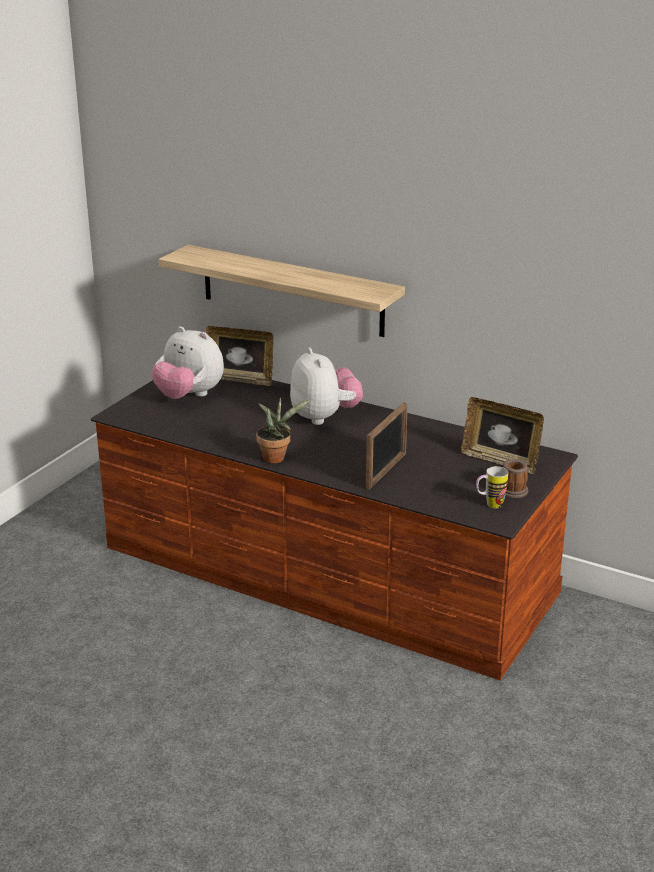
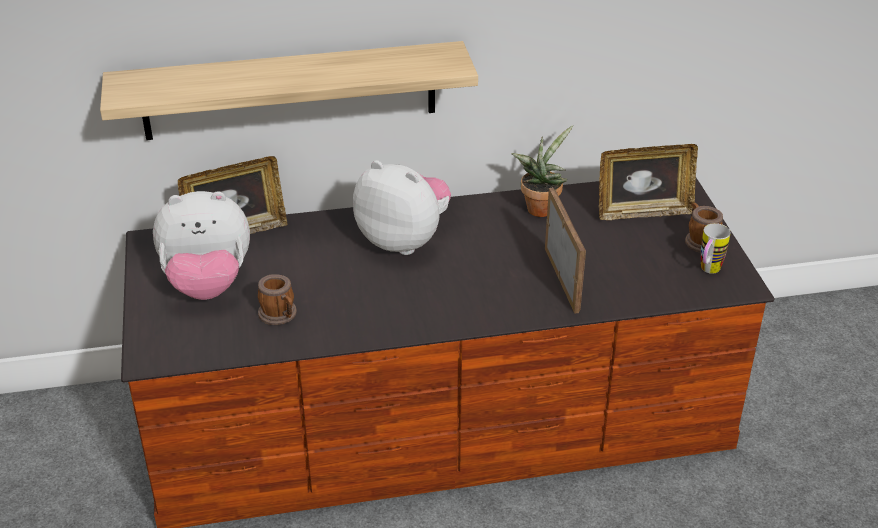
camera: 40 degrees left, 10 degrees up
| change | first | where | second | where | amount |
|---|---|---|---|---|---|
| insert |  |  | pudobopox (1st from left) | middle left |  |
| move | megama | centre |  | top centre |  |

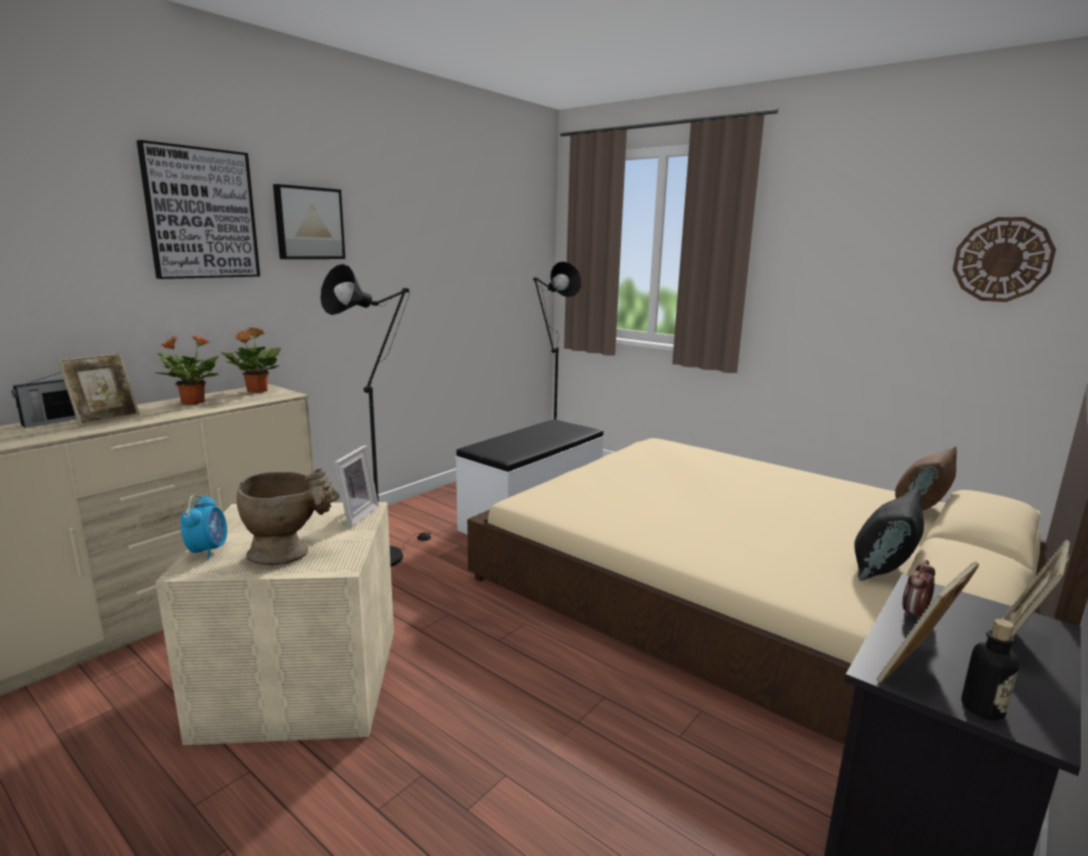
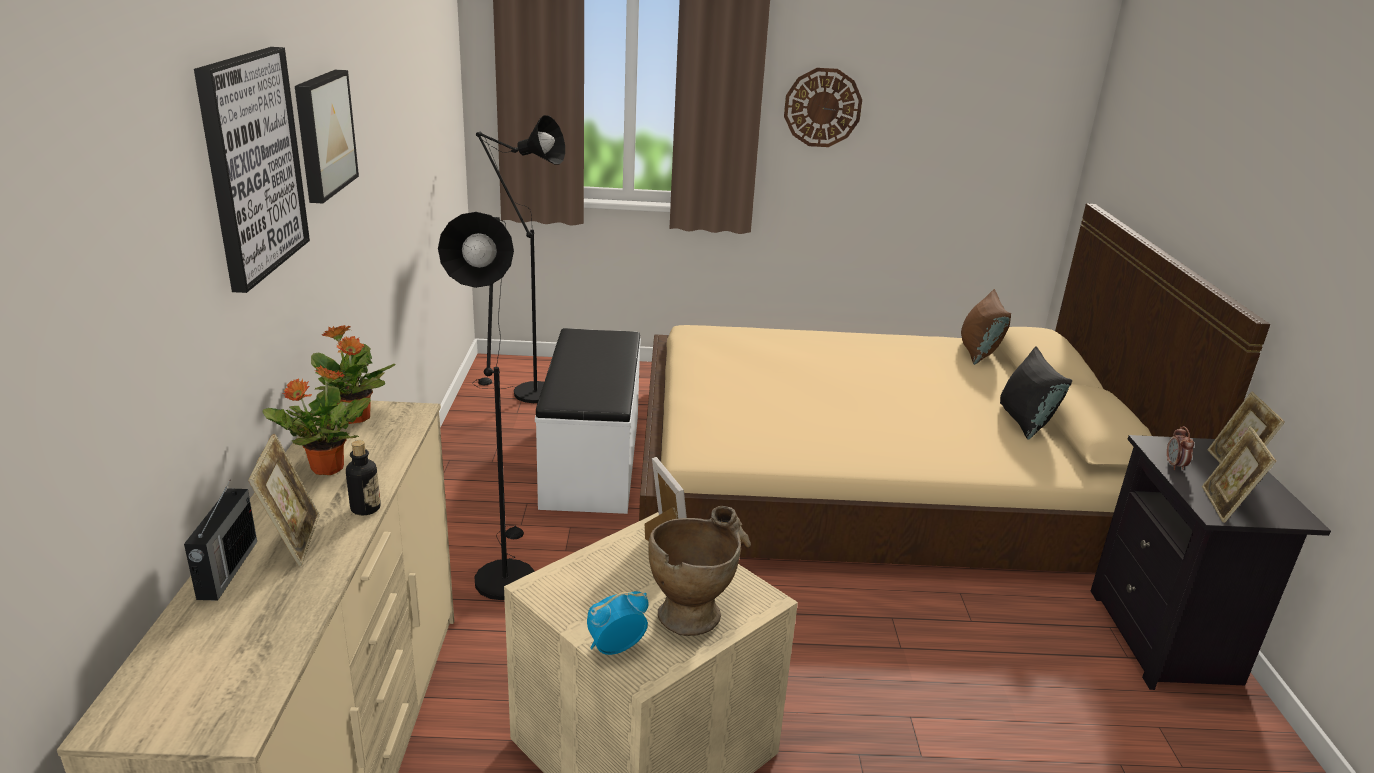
camera: 40 degrees left, 10 degrees up
| change | first | where | second | where | amount |
|---|---|---|---|---|---|
| move | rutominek | bottom right |  | middle left |  |
| rotate | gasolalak (1st from left) | middle left |  | bottom centre | 75 degrees counterclockwise |
| move | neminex | top right |  | top centre |  |

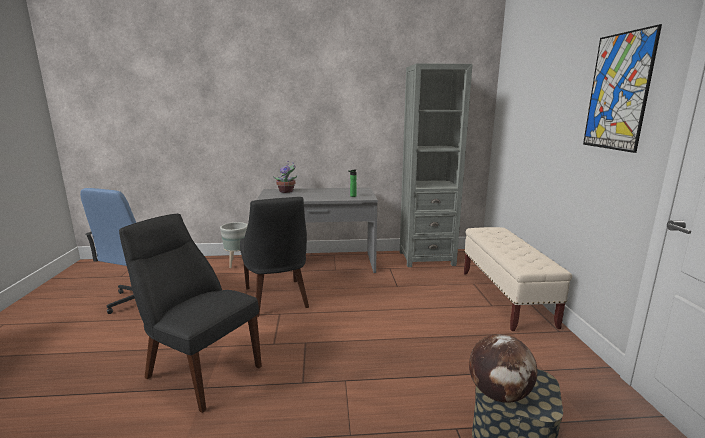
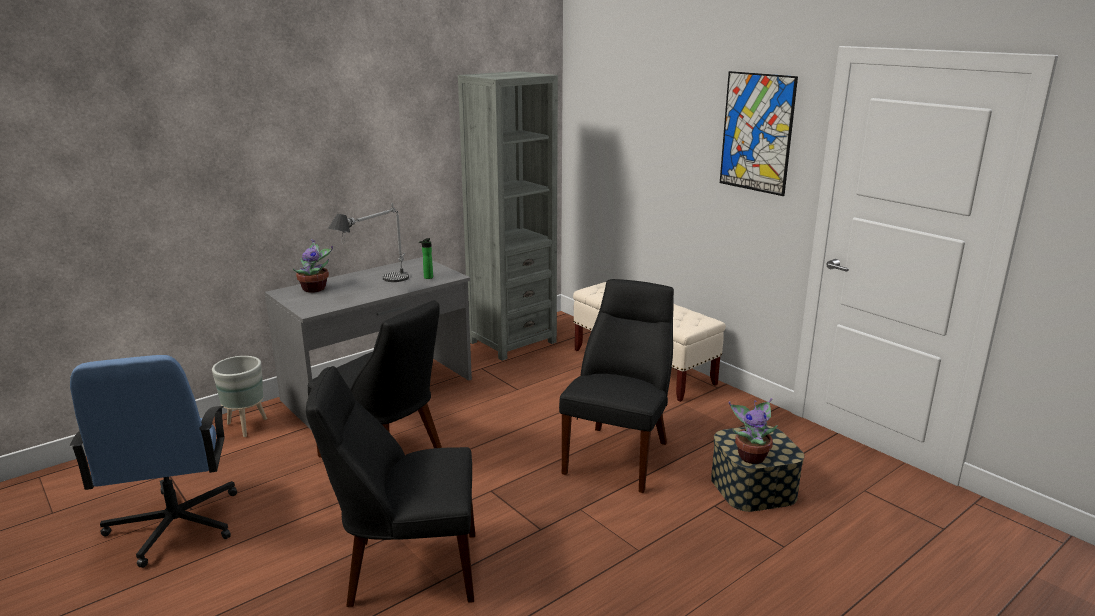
camera: 35 degrees left, 5 degrees up
| change | first | where | second | where | amount |
|---|---|---|---|---|---|
| insert |  |  | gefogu | centre |  |
| insert |  |  | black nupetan (3rd from left) | centre |  |
| replace | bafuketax | bottom right | megama (2nd from left) | bottom right |  |

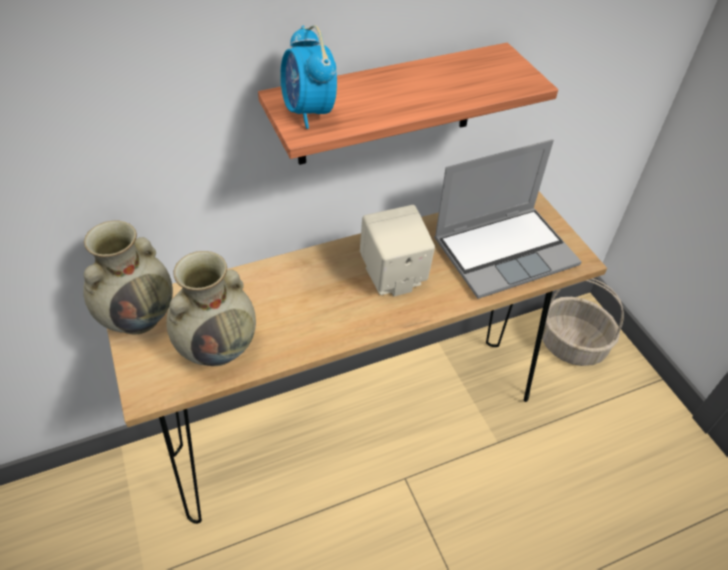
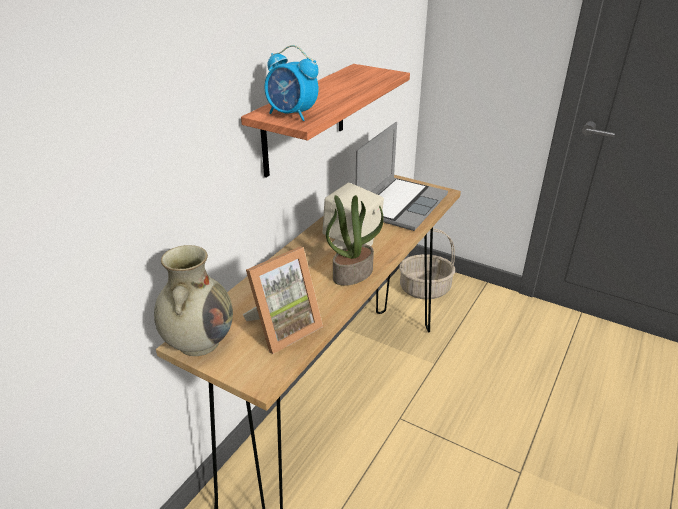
camera: 35 degrees left, 15 degrees down
| change | first | where | second | where | amount |
|---|---|---|---|---|---|
| replace | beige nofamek (2nd from left) | middle left | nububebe | centre |  |
| insert |  |  | megama | centre |  |

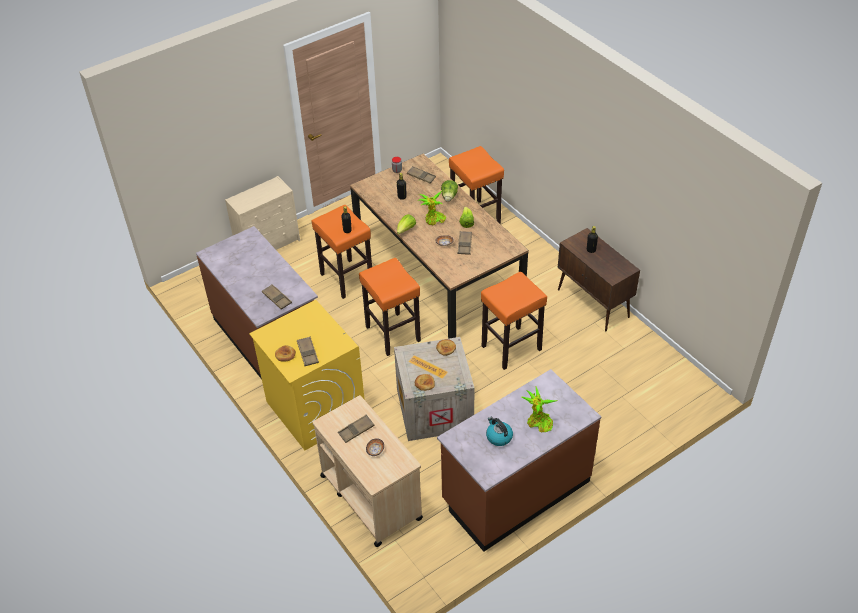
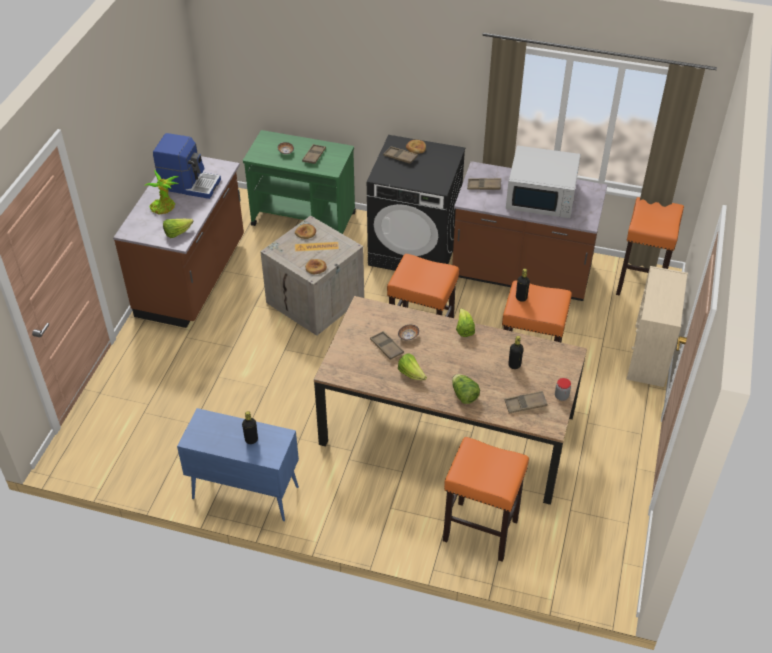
camera: 140 degrees right, 0 degrees up
| change | first | where | second | where | amount |
|---|---|---|---|---|---|
| replace | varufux | bottom centre | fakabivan | top left |  |
| insert |  |  | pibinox (1st from left) | middle left |  |
| recolor | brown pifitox | middle right | blue pifitox | bottom left |  |
| recolor | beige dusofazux | bottom centre | green dusofazux | top centre |  |
| recolor | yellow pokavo | centre | black pokavo | top centre |  |
| insert |  |  | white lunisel | top right |  |
| move | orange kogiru (4th from left) | centre |  | middle right |  |
| delete | megama (1st from left) | centre |  |  |  |

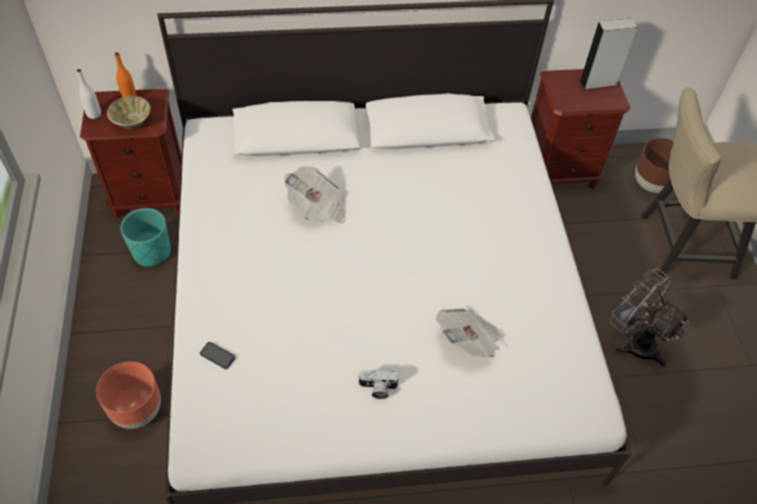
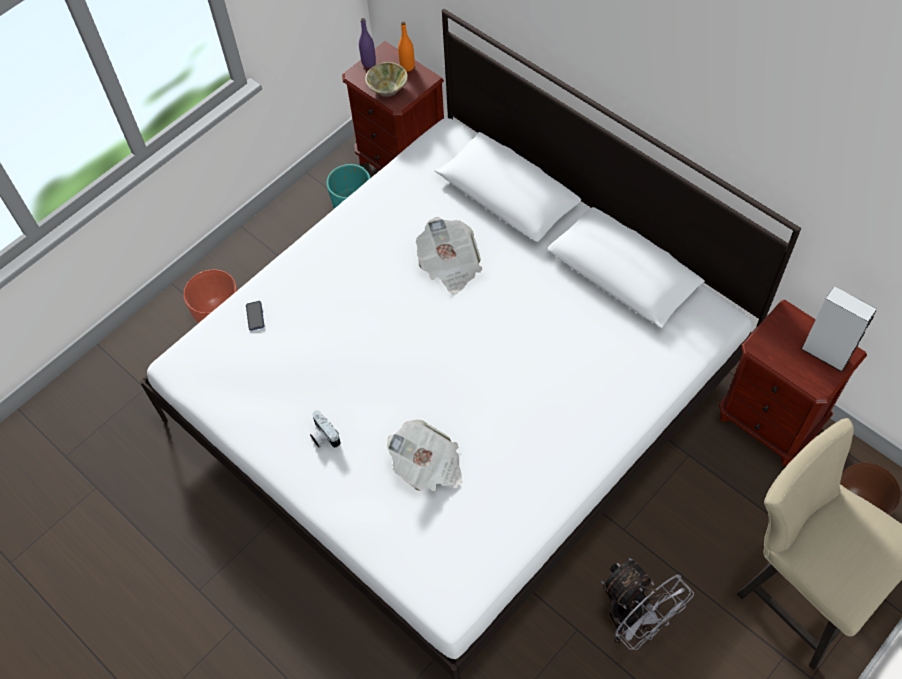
camera: 55 degrees right, 5 degrees up
| change | first | where | second | where | amount |
|---|---|---|---|---|---|
| recolor | white rutominek | top left | purple rutominek | top centre |  |
| rotate | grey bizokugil | middle right |  | bottom right | 135 degrees clockwise |

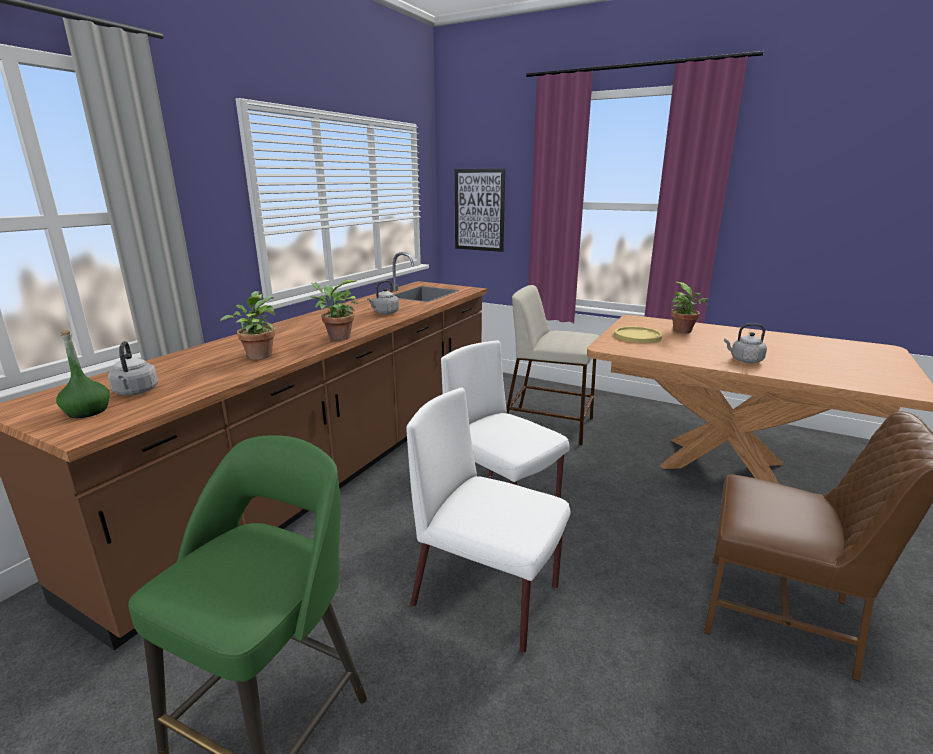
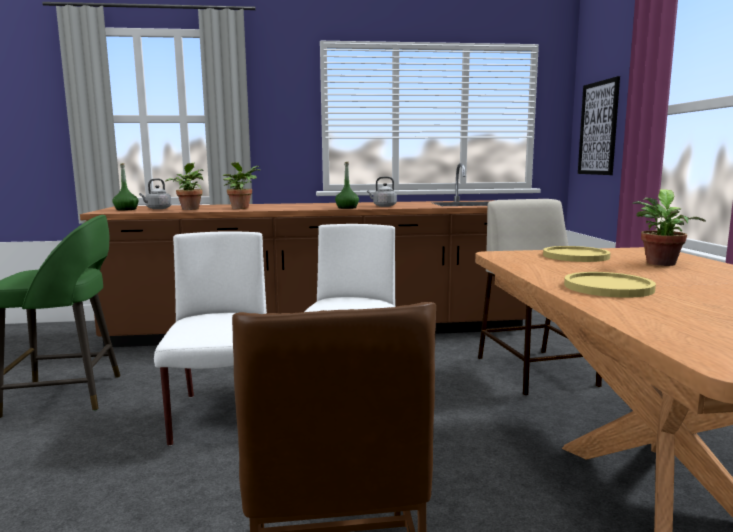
camera: 55 degrees right, 10 degrees down
| change | first | where | second | where | amount |
|---|---|---|---|---|---|
| move | megama (2nd from left in the first image) | centre | megama (1st from left) | middle left |  |
| insert |  |  | green rutominek (2nd from left) | centre |  |
| replace | grey varufux (3rd from left) | middle right | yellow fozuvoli (2nd from left) | middle right |  |

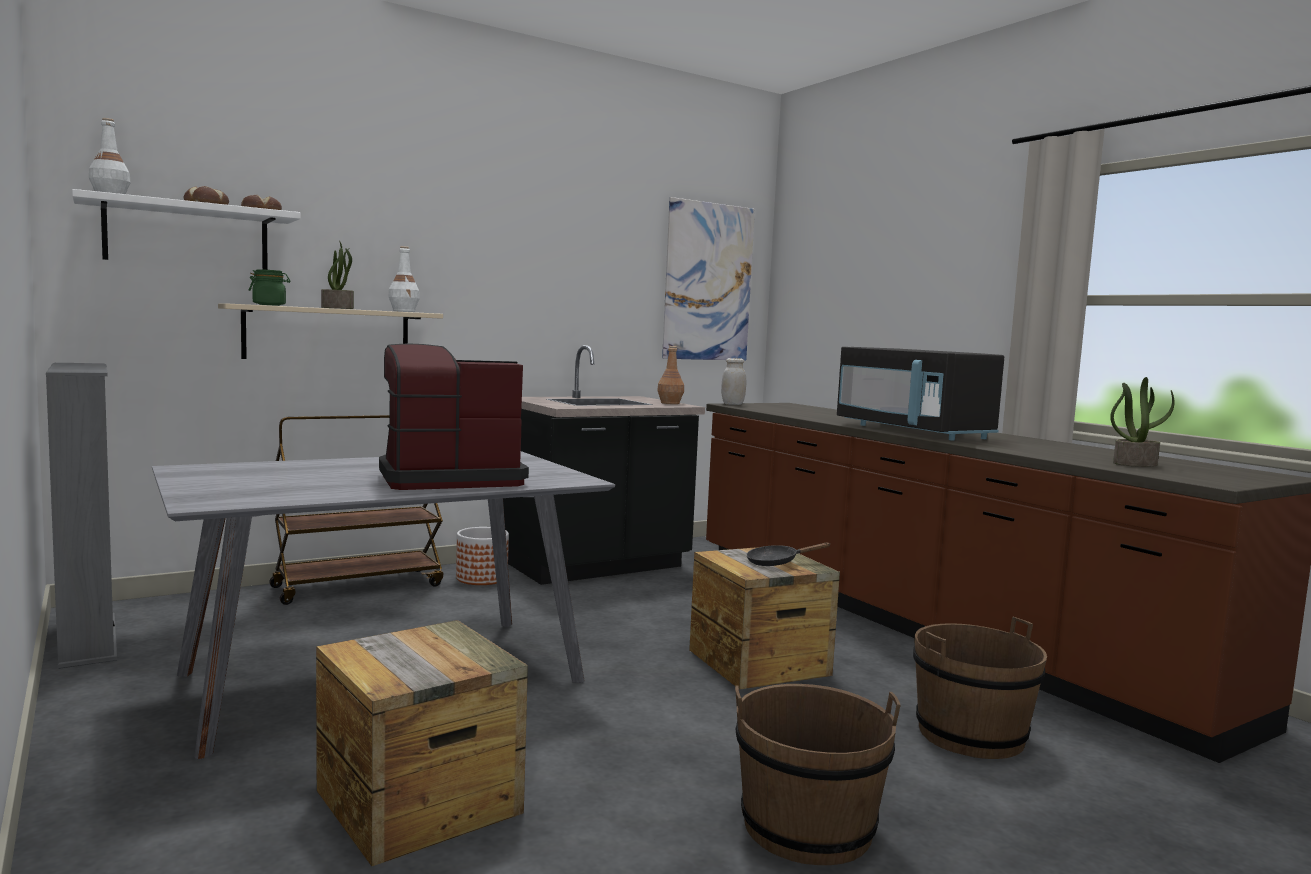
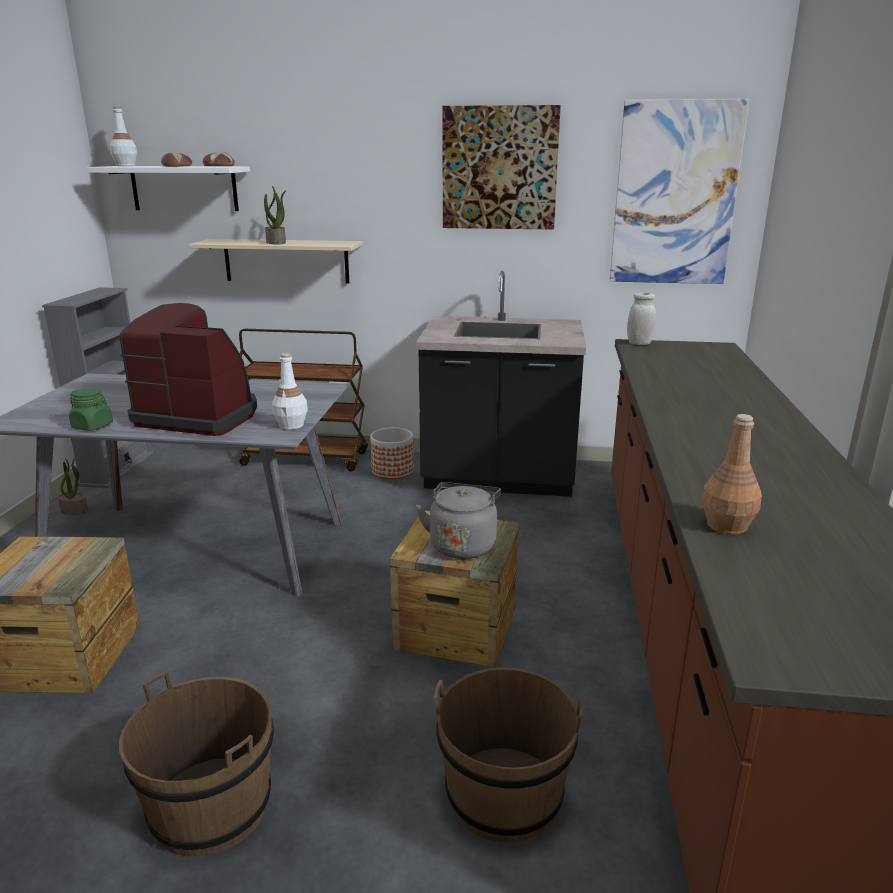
camera: 40 degrees right, 15 degrees up
| change | first | where | second | where | amount |
|---|---|---|---|---|---|
| move | megama (2nd from left in the first image) | middle right | megama (1st from left) | middle left |  |
| move | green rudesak | top left |  | middle left |  |
| move | white rutominek (2nd from left) | top left |  | middle left |  |
| replace | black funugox | centre | grey varufux | centre |  |
| insert |  |  | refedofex (1st from left) | top centre |  |
| move | brown rutominek | centre |  | middle right |  |
| delete | black lunisel | middle right |  |  |  |

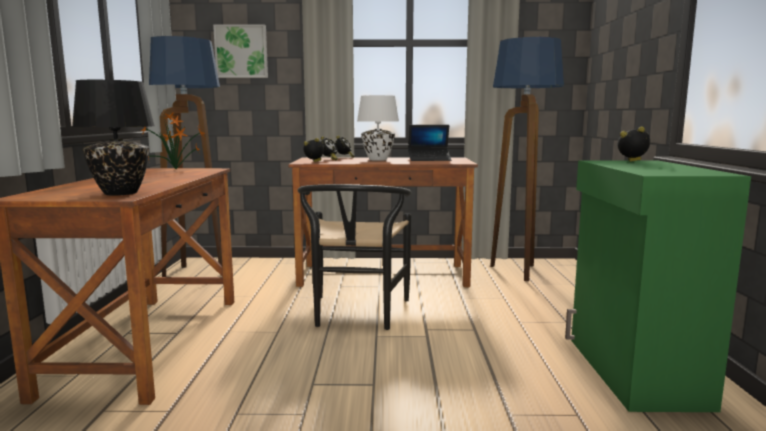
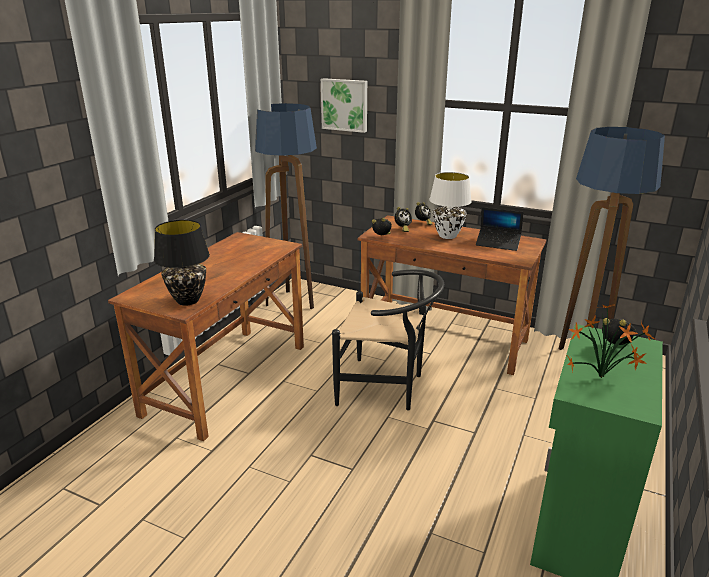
camera: 25 degrees right, 15 degrees up
| change | first | where | second | where | amount |
|---|---|---|---|---|---|
| rotate | black nupetan | centre |  | centre | 105 degrees counterclockwise |
| move | megama | top left |  | middle right |  |

